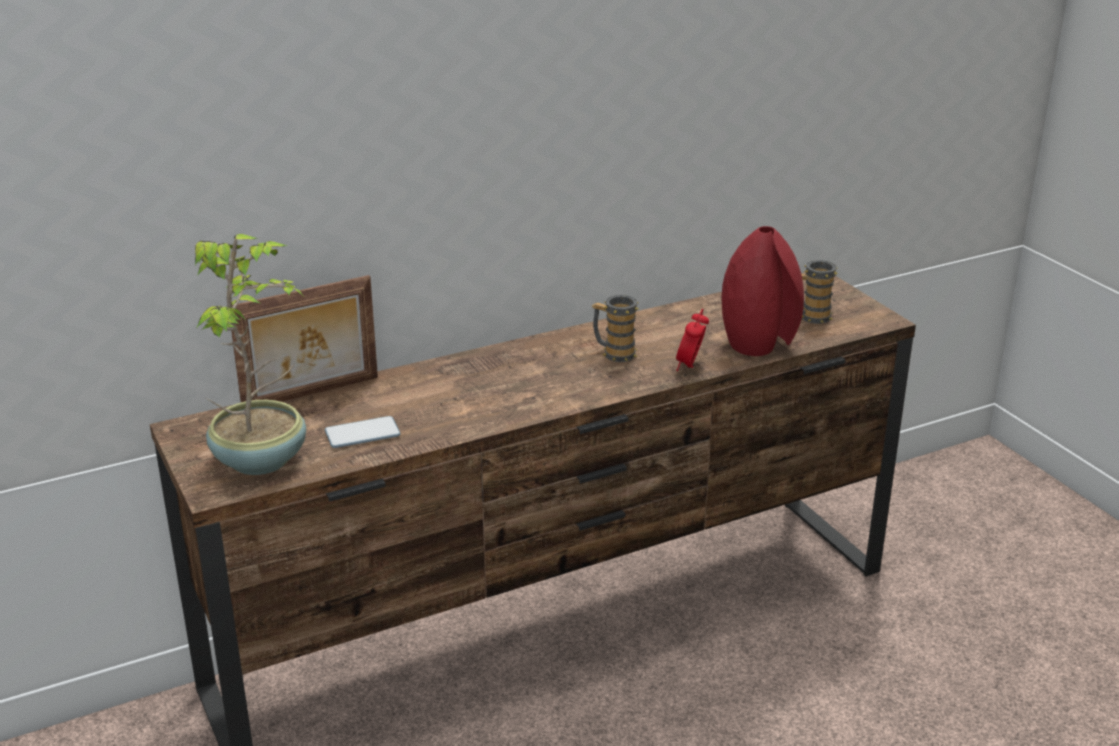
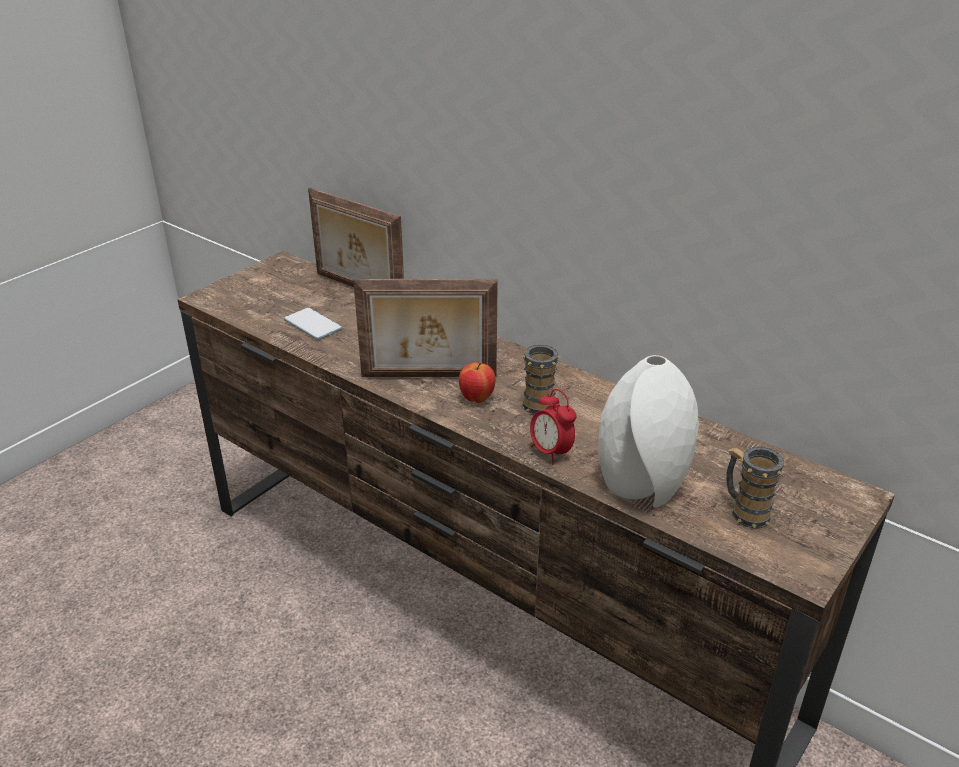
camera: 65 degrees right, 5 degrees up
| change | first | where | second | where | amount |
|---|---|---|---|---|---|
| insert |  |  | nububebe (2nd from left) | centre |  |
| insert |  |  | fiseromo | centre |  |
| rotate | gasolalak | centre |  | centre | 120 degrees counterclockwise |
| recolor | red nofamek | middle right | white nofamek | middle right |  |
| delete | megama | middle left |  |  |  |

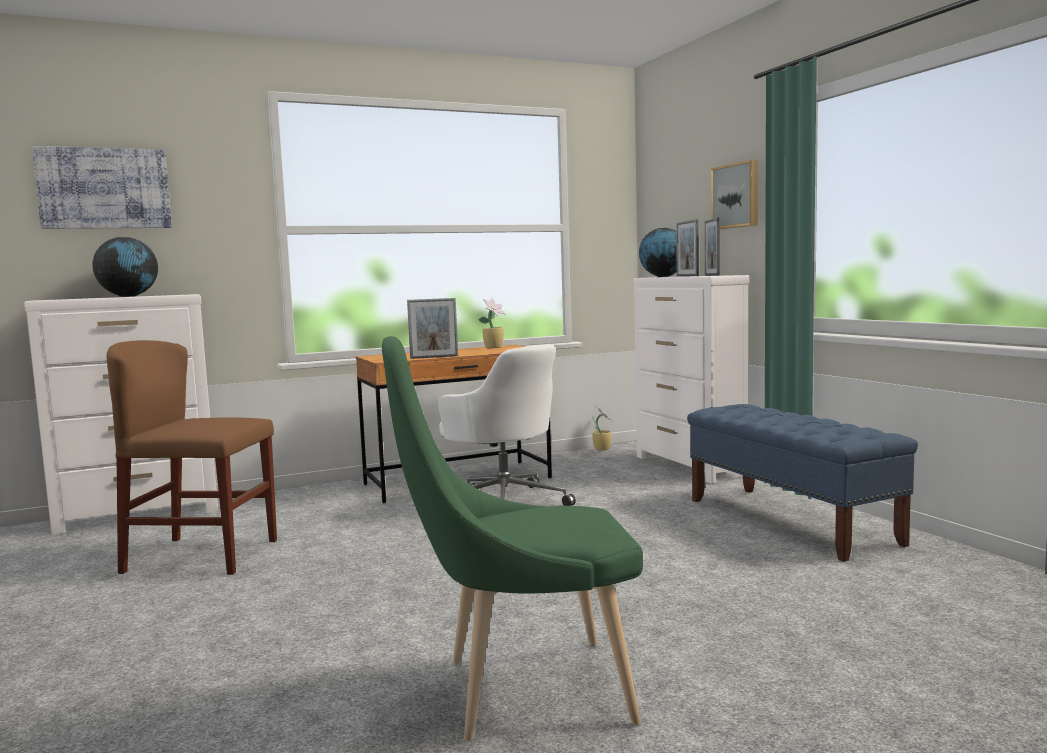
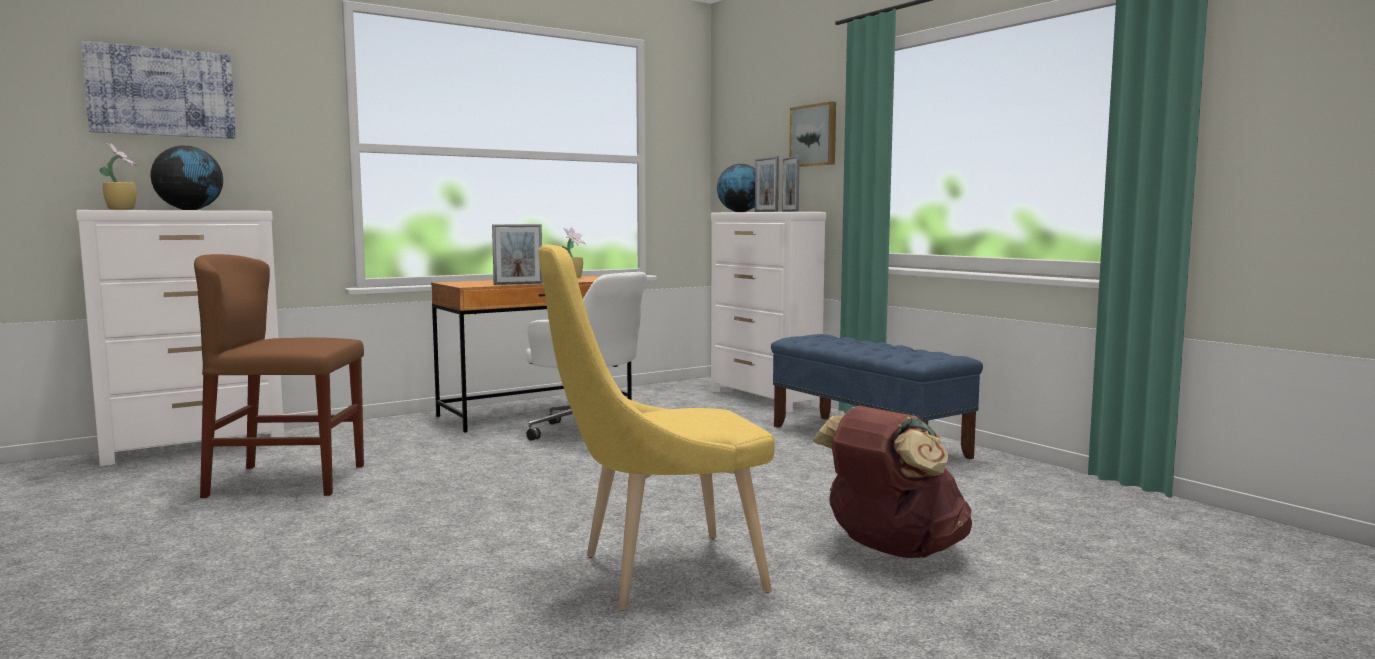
camera: 10 degrees left, 0 degrees up
| change | first | where | second | where | amount |
|---|---|---|---|---|---|
| move | megama (2nd from left in the first image) | centre | megama (1st from left) | top left |  |
| recolor | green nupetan | bottom centre | yellow nupetan | centre |  |
| insert |  |  | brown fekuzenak | bottom centre |  |

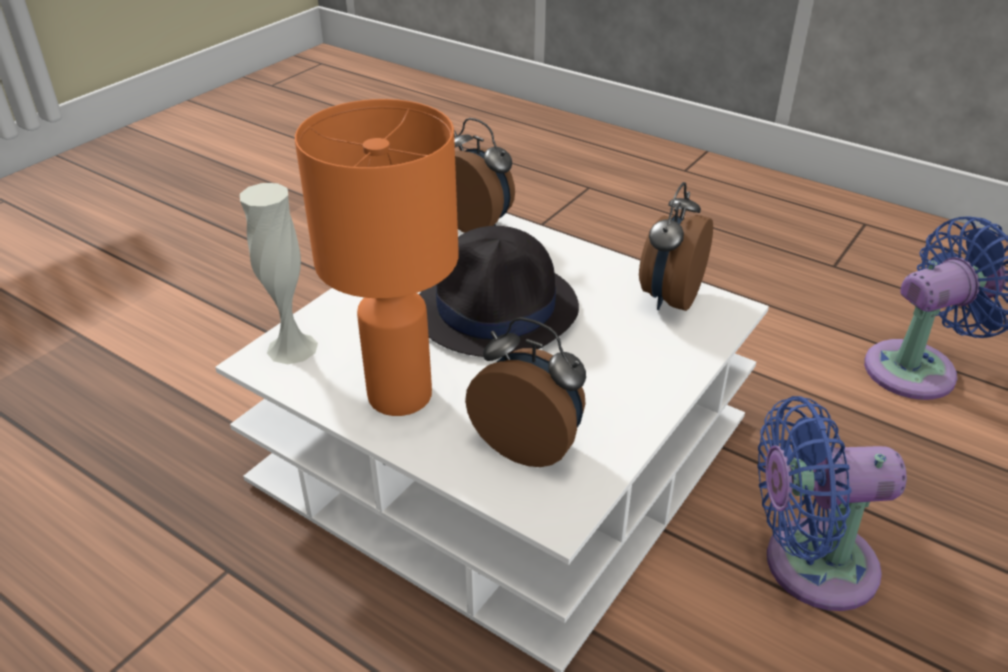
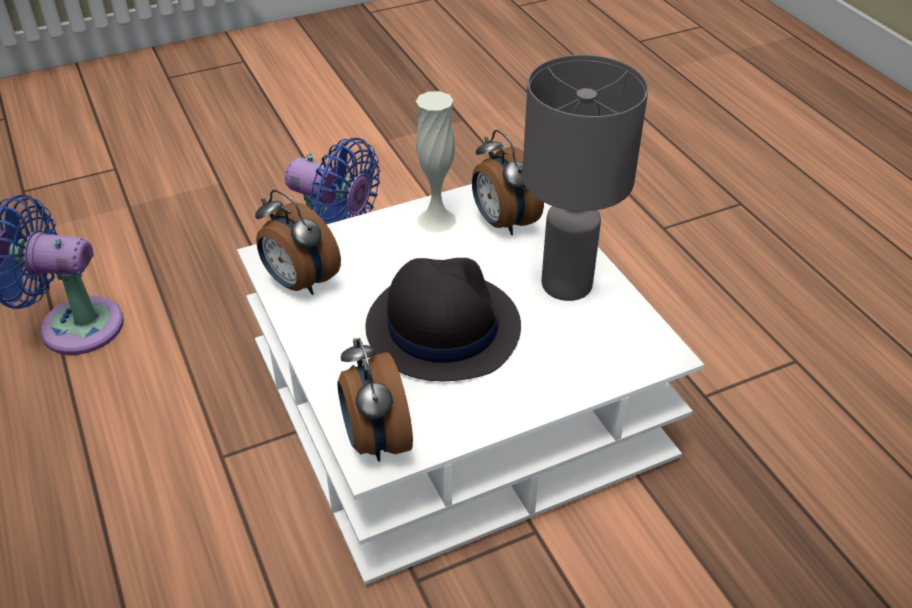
camera: 150 degrees left, 5 degrees up
| change | first | where | second | where | amount |
|---|---|---|---|---|---|
| rotate | gasolalak (3rd from left in the first image) | middle right | gasolalak (1st from left) | middle left | 75 degrees clockwise |
| move | white nofamek | middle left |  | top centre |  |
| recolor | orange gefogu | centre | grey gefogu | top centre |  |

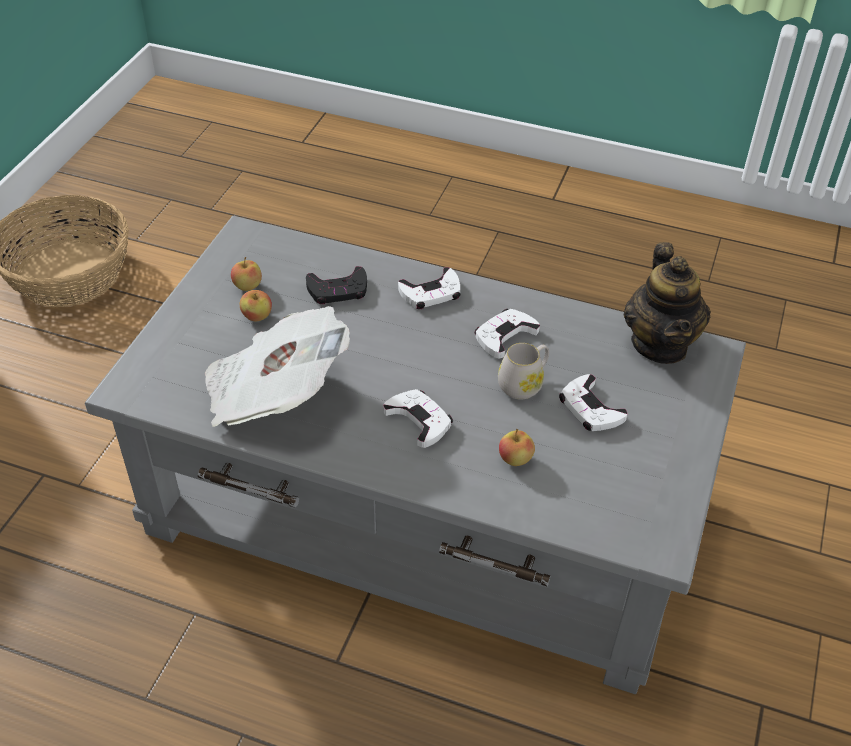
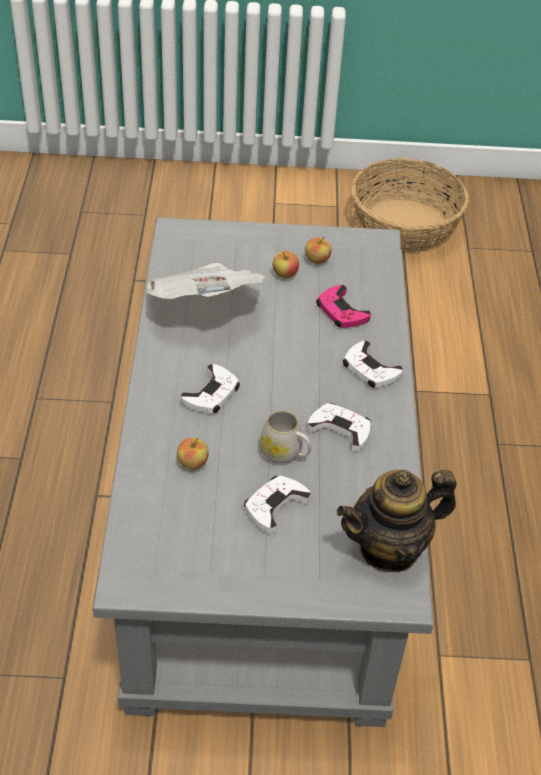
camera: 70 degrees right, 0 degrees up
| change | first | where | second | where | amount |
|---|---|---|---|---|---|
| recolor | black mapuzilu | centre | pink mapuzilu | centre |  |

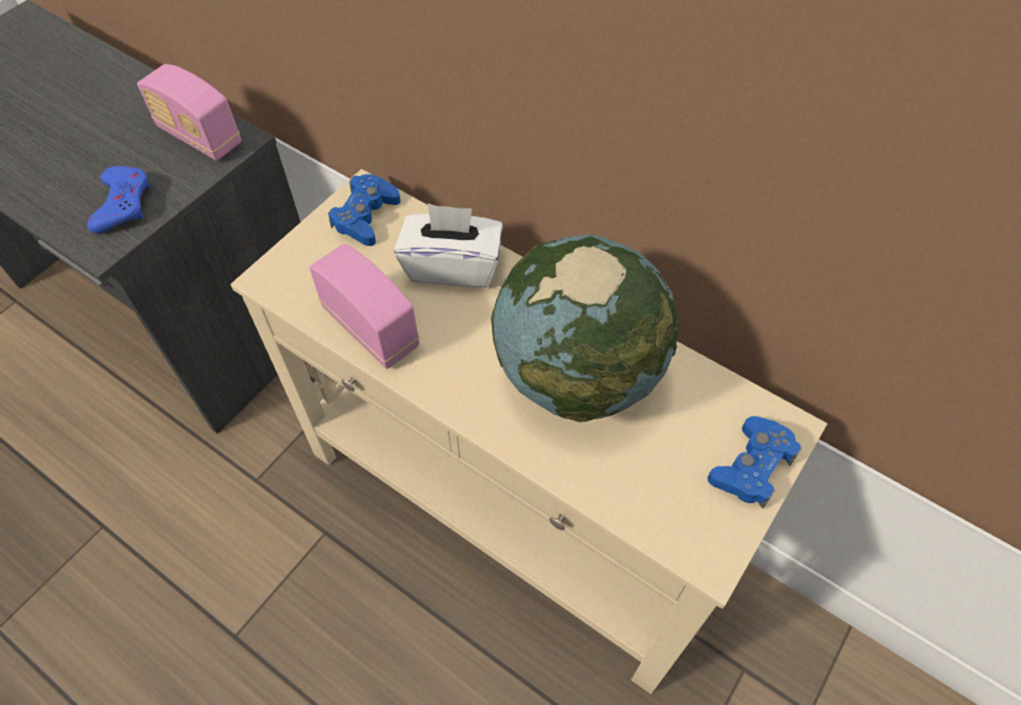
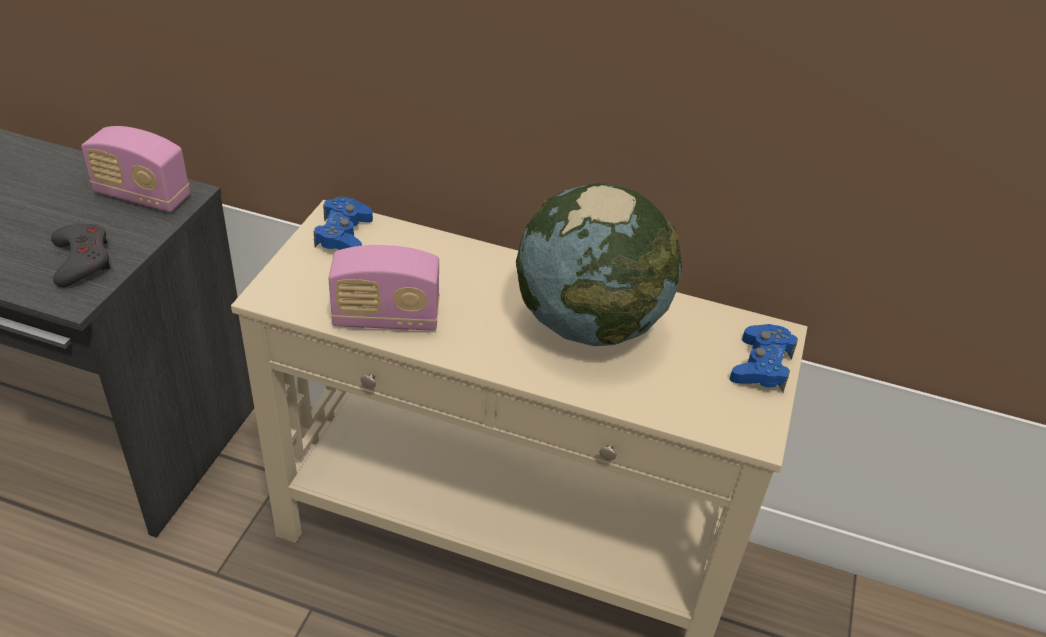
camera: 20 degrees left, 15 degrees down
| change | first | where | second | where | amount |
|---|---|---|---|---|---|
| recolor | blue mapuzilu (1st from left) | top left | grey mapuzilu | middle left |  |
| rotate | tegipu (2nd from left) | centre |  | centre | 150 degrees clockwise |
| delete | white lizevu | centre |  |  |  |

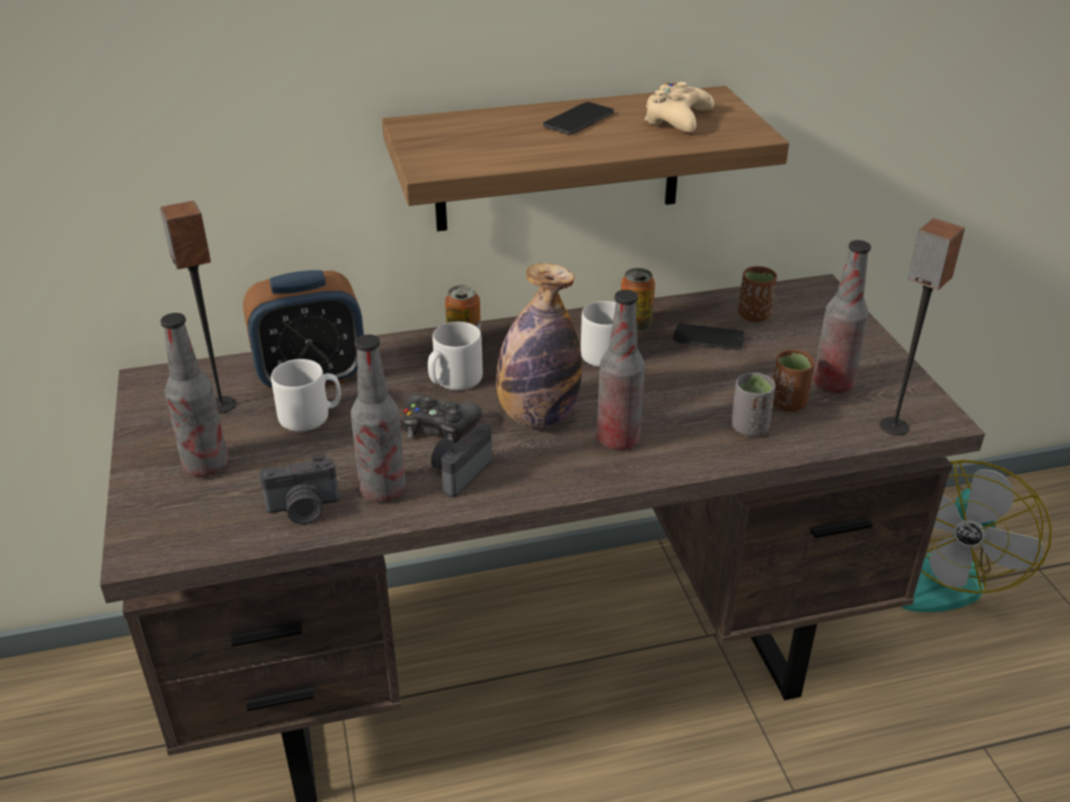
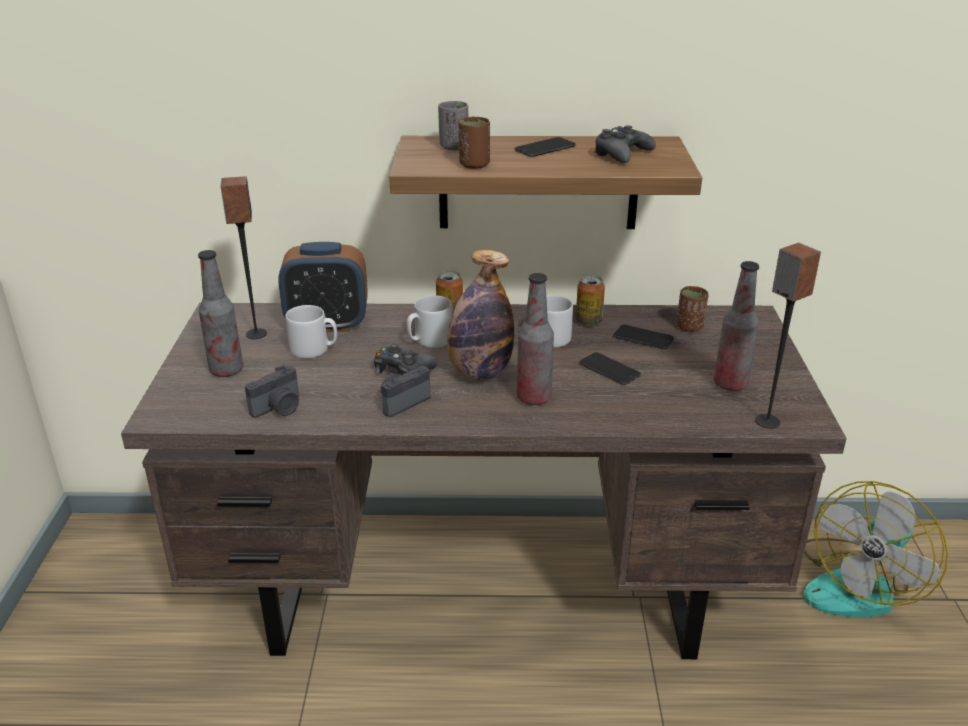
camera: 15 degrees right, 5 degrees down
| change | first | where | second | where | amount |
|---|---|---|---|---|---|
| rotate | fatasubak (1st from left) | middle left |  | middle left | 45 degrees counterclockwise |
| move | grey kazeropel | middle right |  | top centre |  |
| move | brown kazeropel (2nd from left in the first image) | middle right | brown kazeropel (1st from left) | top centre |  |
| insert |  |  | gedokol (2nd from left) | centre |  |
| recolor | beige mapuzilu | top centre | black mapuzilu (2nd from left) | top centre |  |
| delete | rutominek (2nd from left) | centre |  |  |  |

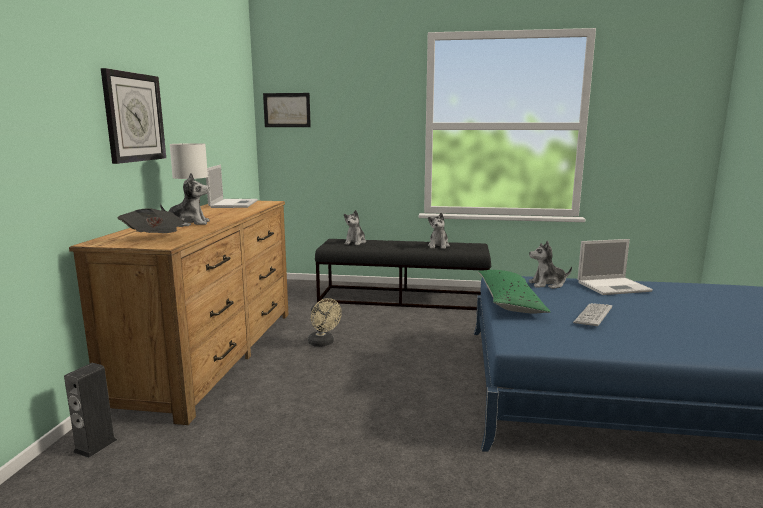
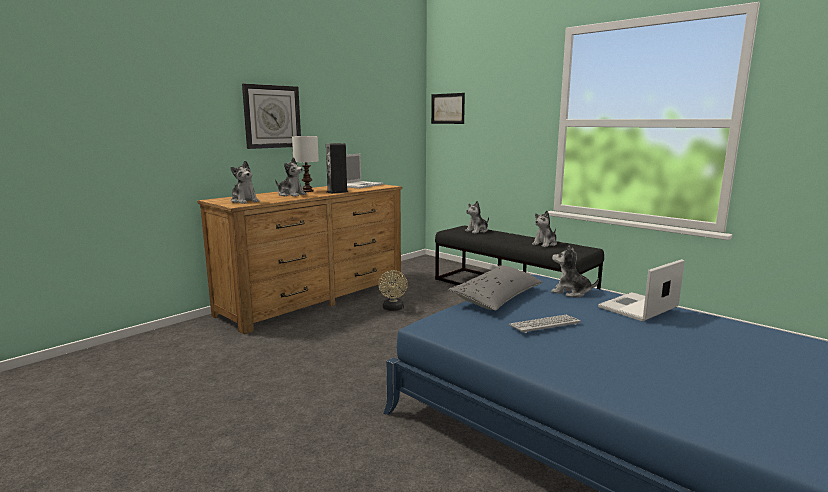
camera: 35 degrees right, 0 degrees up
| change | first | where | second | where | amount |
|---|---|---|---|---|---|
| replace | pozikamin | middle left | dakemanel (1st from left) | middle left |  |
| move | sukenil | bottom left |  | centre |  |
| recolor | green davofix | middle right | grey davofix | centre |  |
| rotate | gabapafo (2nd from left) | middle right |  | middle right | 120 degrees clockwise |

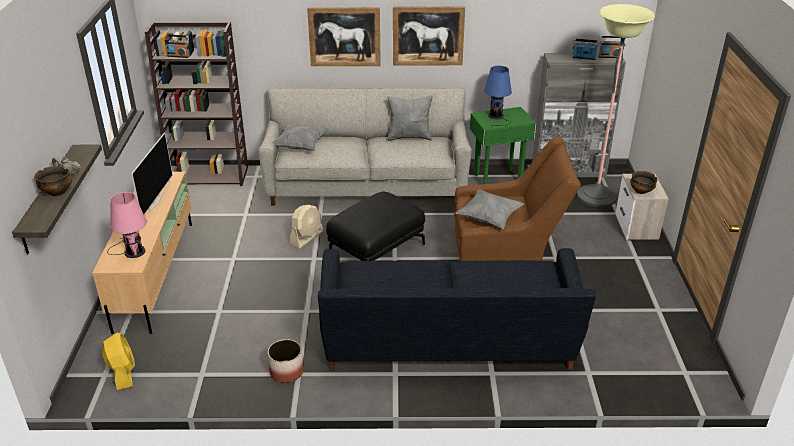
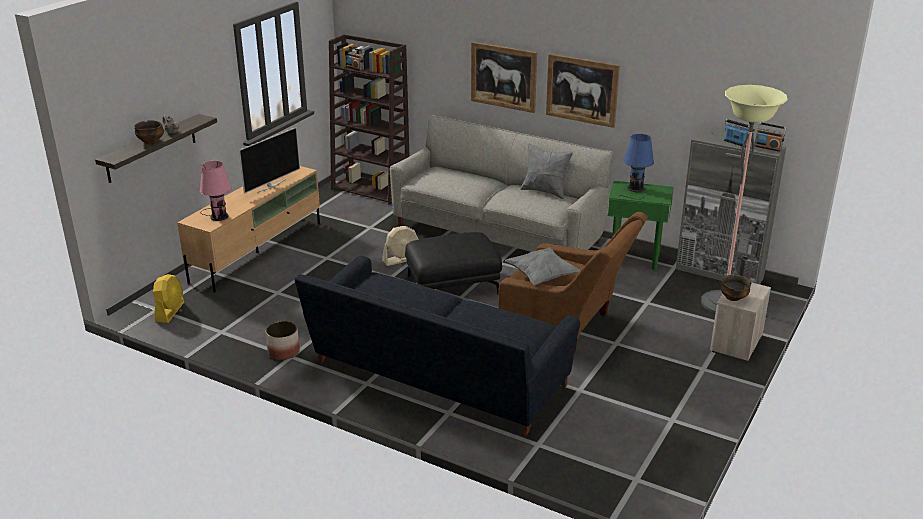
camera: 30 degrees right, 5 degrees down
| change | first | where | second | where | amount |
|---|---|---|---|---|---|
| delete | grey davofix (1st from left) | top centre |  |  |  |

